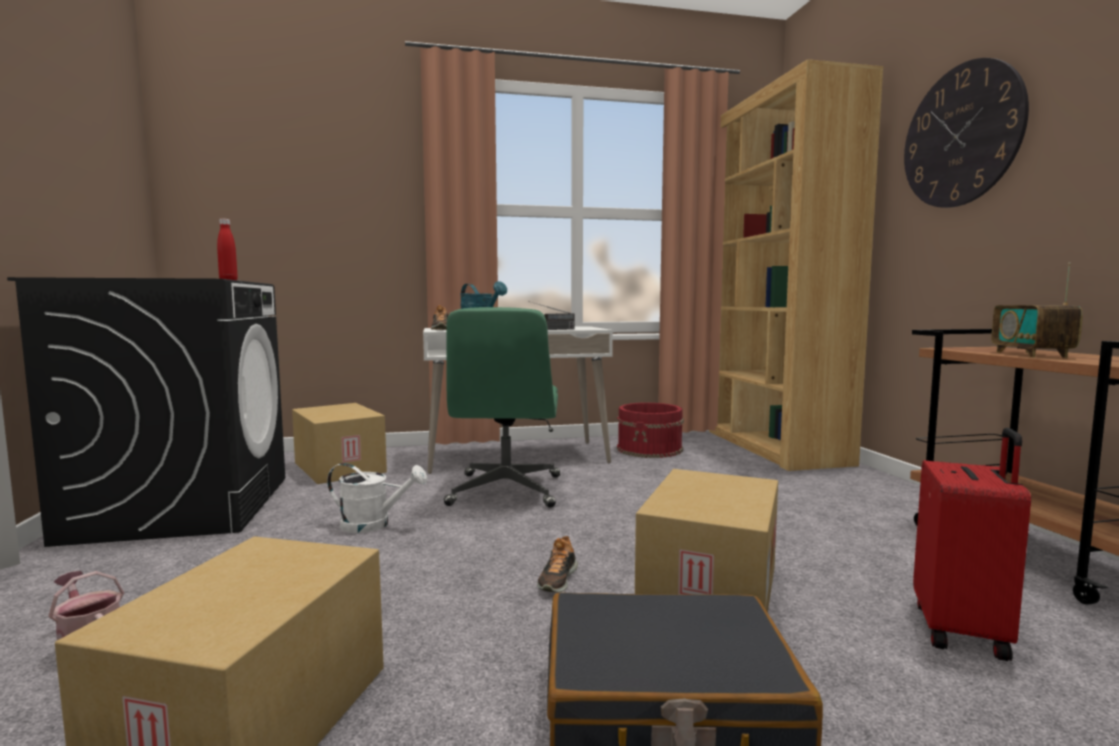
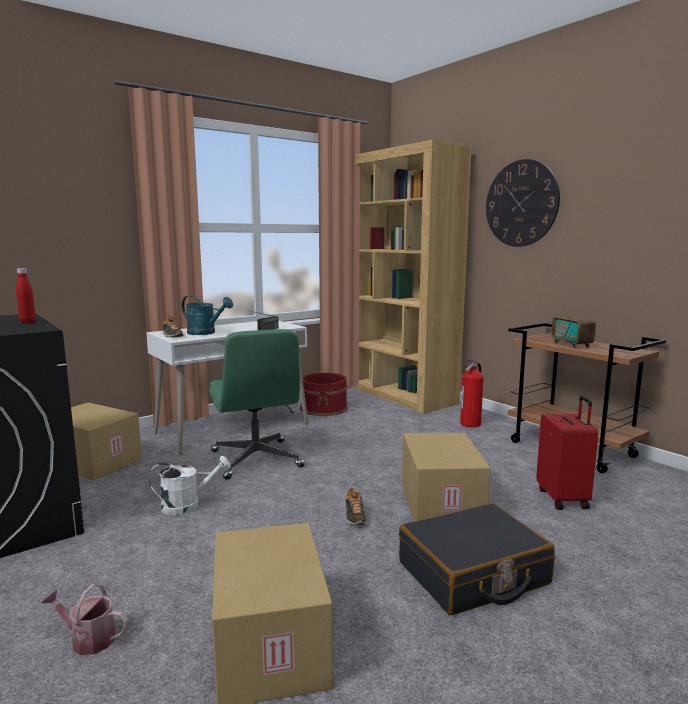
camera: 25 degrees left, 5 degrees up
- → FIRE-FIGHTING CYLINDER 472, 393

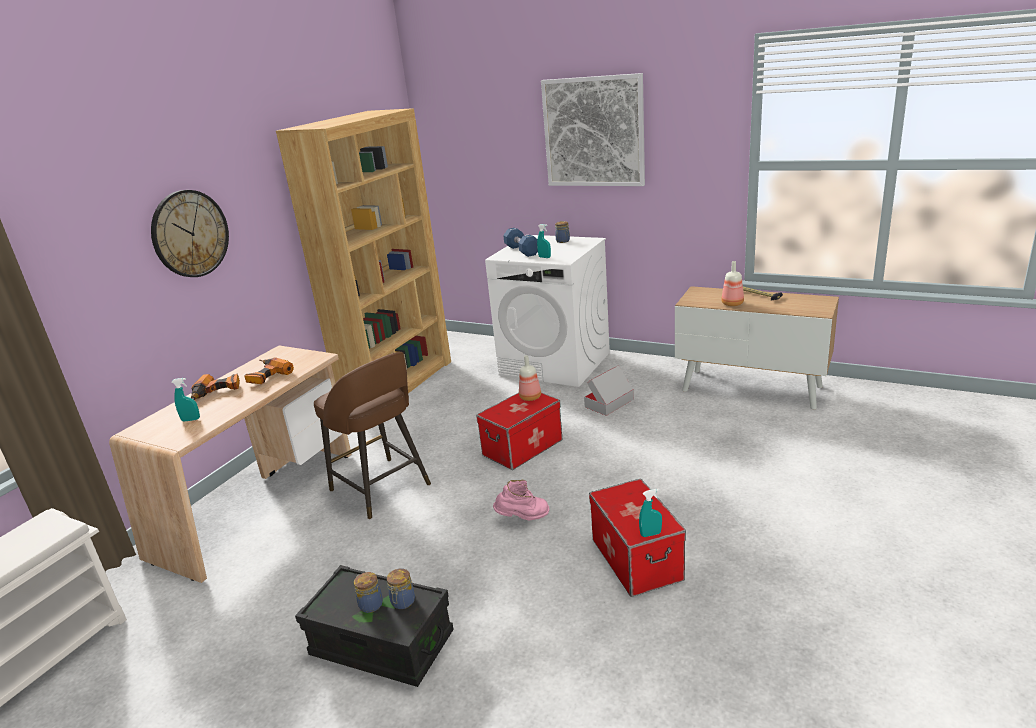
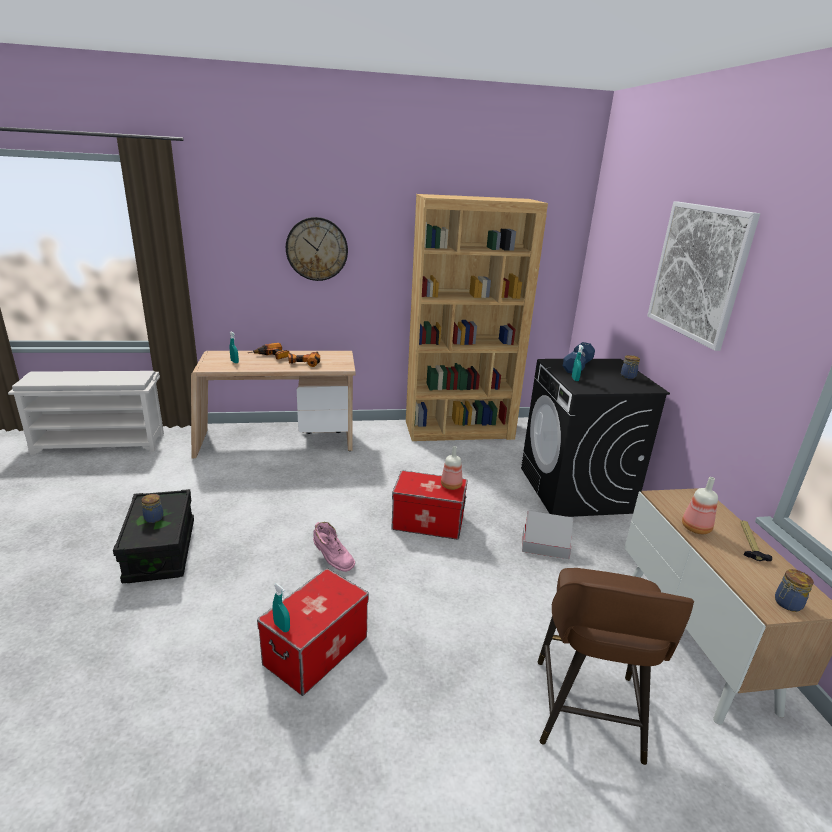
camera: 50 degrees right, 0 degrees up
WHITE-COLOURED LAUNDRY APPLIANCE 547, 311 → BLACK LAUNDRY APPLIANCE 595, 438
BROWN STOOL SEAT 372, 435 → BROWN STOOL SEAT 616, 666, shifted
JAR 401, 589 → JAR 794, 590, shifted

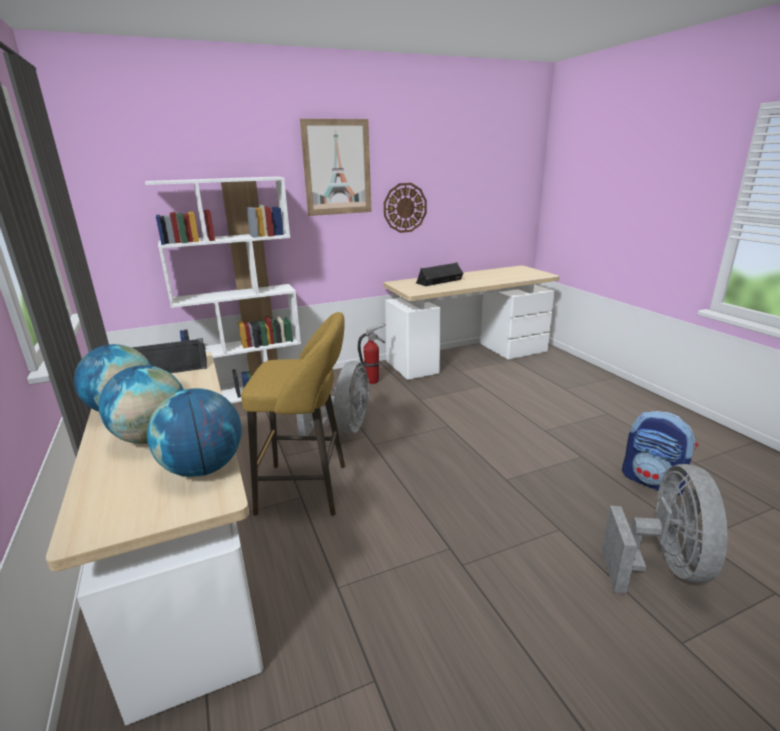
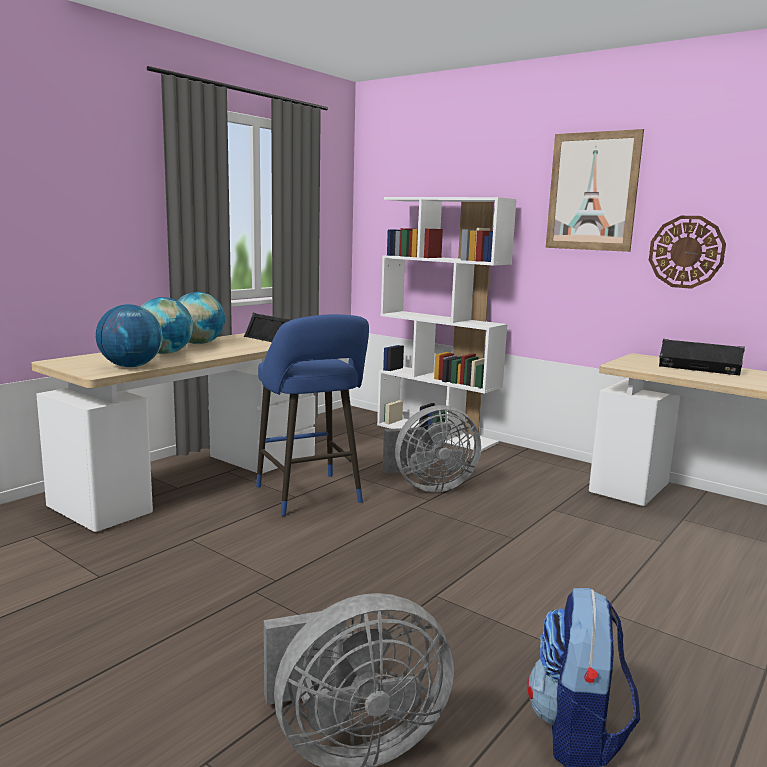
camera: 60 degrees right, 10 degrees down
YELLOW-COLOURED STOOL SEAT 293, 414 → BLUISH STOOL SEAT 312, 415
FIRE-FIGHTING CYLINDER 372, 353 → -

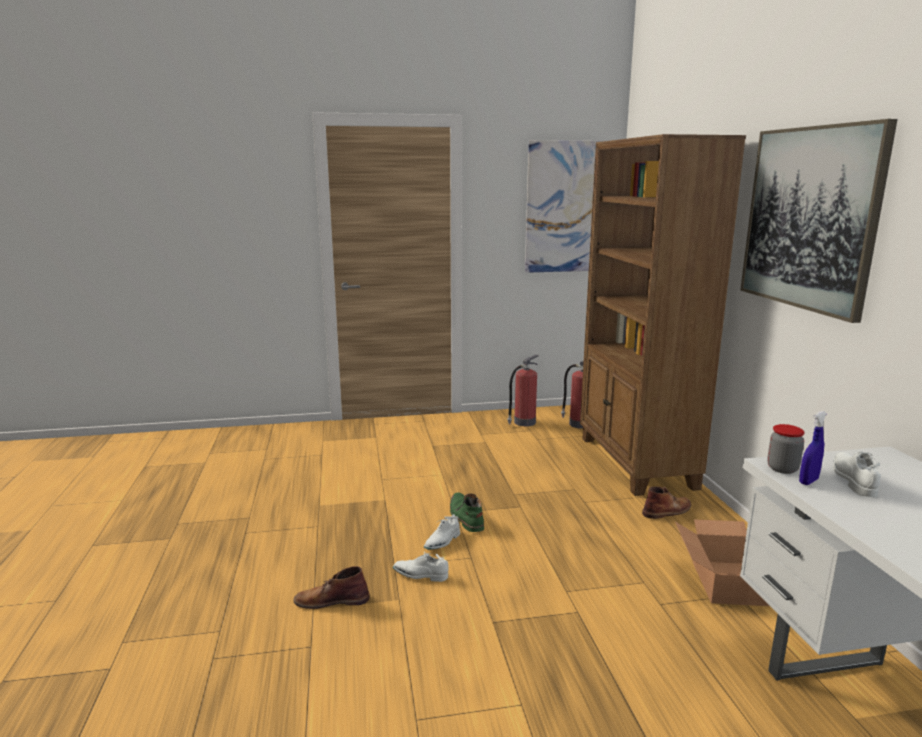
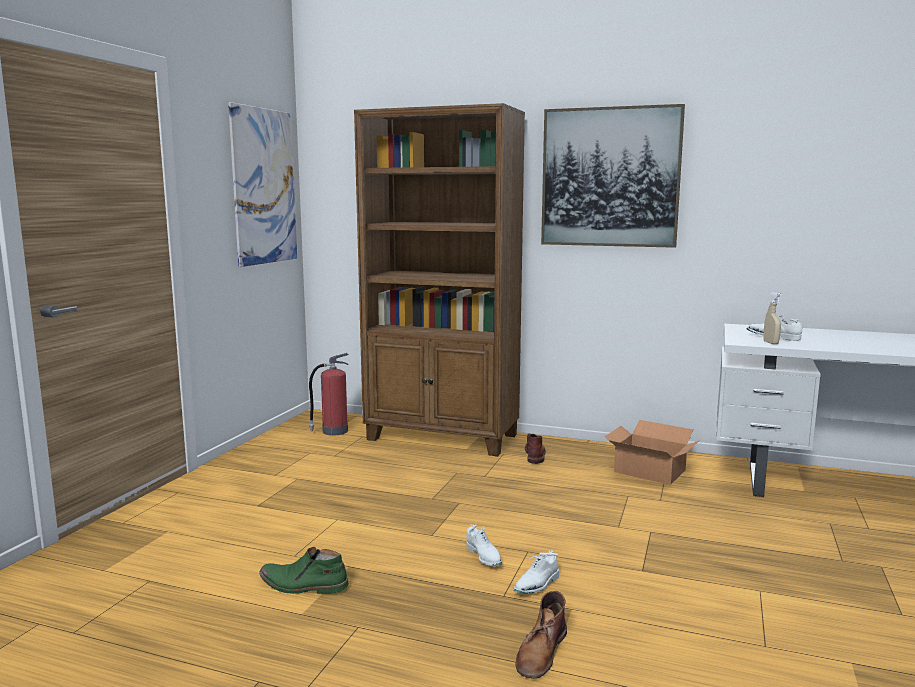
camera: 60 degrees left, 5 degrees down
GREENISH BOOT 467, 512 → GREENISH BOOT 304, 570, shifted
BLUISH HAND SPRAYER 812, 448 → BEIGE HAND SPRAYER 772, 318
FIRE-FIGHTING CYLINDER 522, 390 → -
JAR 786, 449 → -

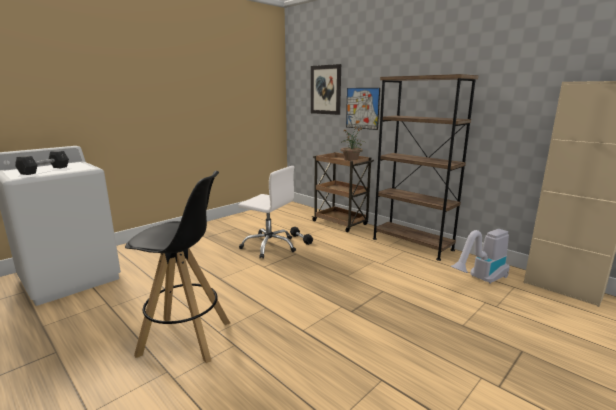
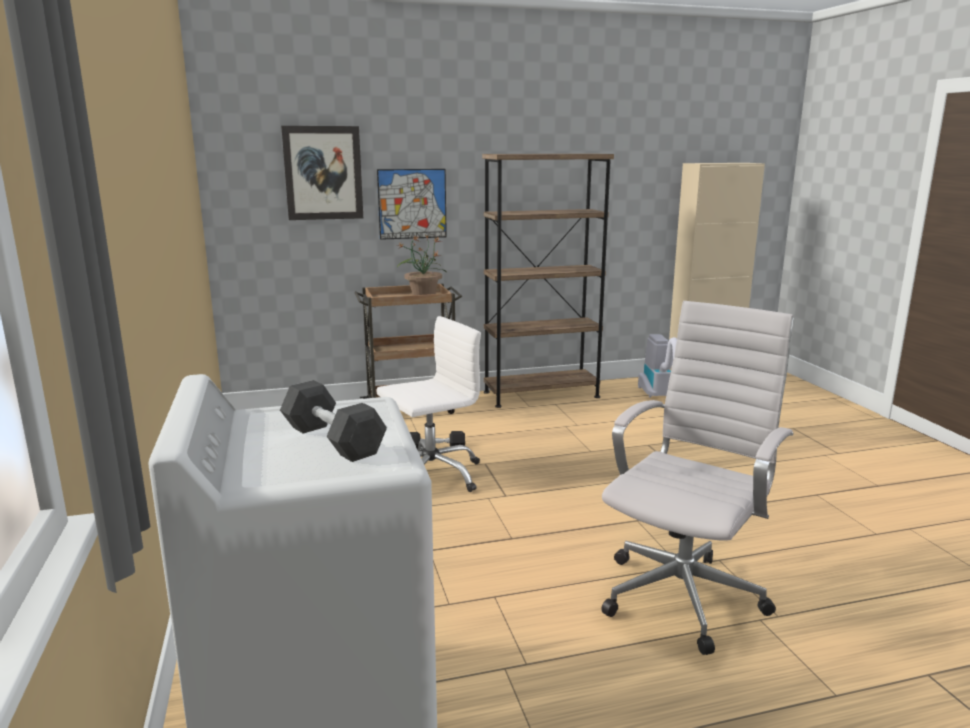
camera: 60 degrees left, 0 degrees up
BLACK STOOL SEAT 177, 267 → WHITE-COLOURED COMPUTER CHAIR 697, 478

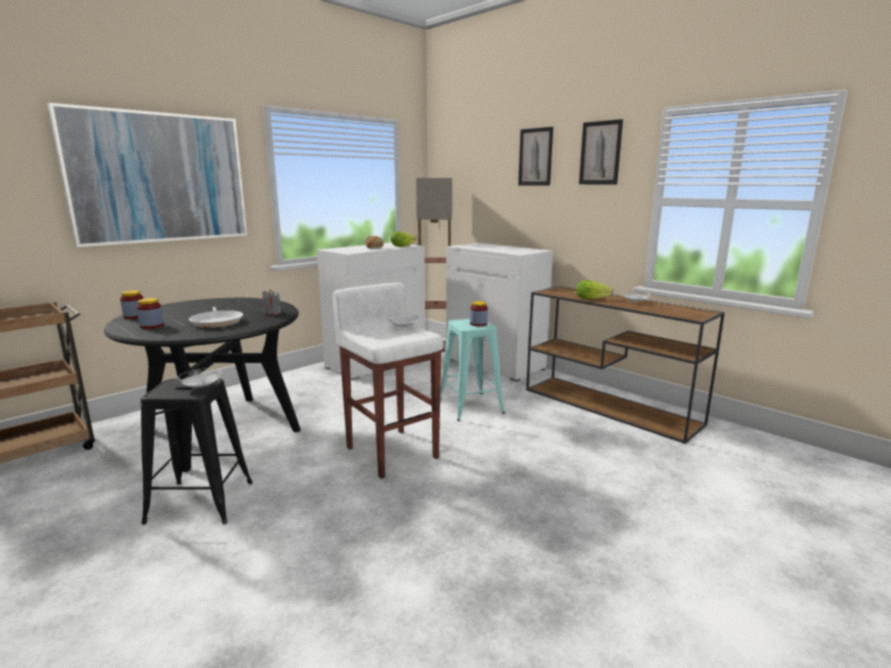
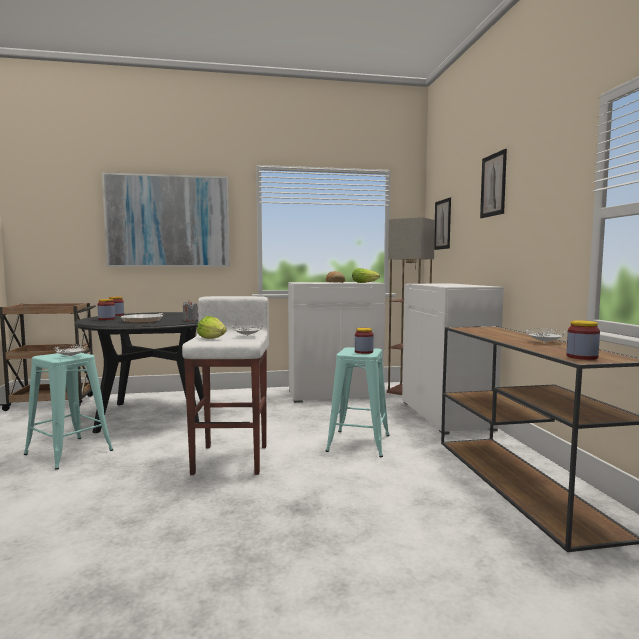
camera: 35 degrees right, 10 degrees down
BLACK STOOL SEAT 197, 452 → TURQUOISE STOOL SEAT 68, 411
HEAD OF LETTUCE 594, 289 → HEAD OF LETTUCE 212, 327, shifted
WALL ART 601, 151 → WALL ART 442, 223, shifted
- → JAR 583, 340

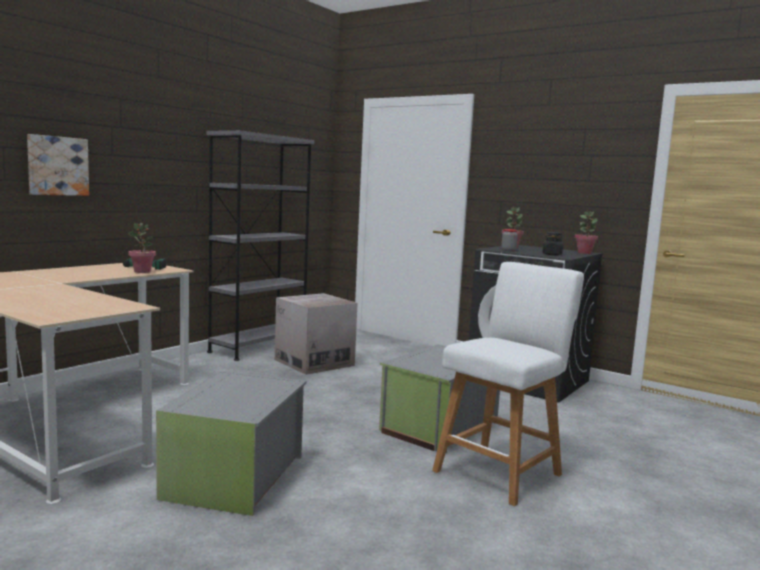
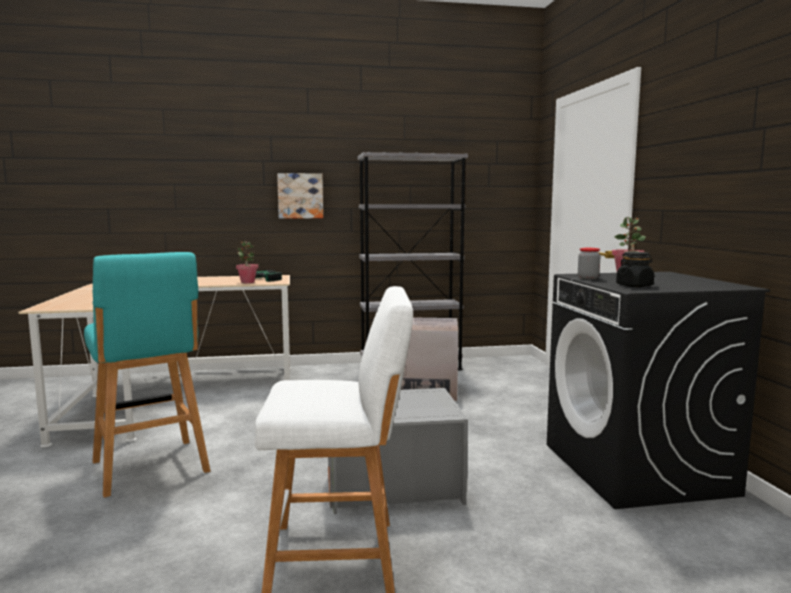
camera: 45 degrees right, 0 degrees up
GRAY STORAGE CONTAINER 231, 443 → TURQUOISE STOOL SEAT 147, 375
WALL ART 58, 165 → WALL ART 300, 195, shifted
POTTED PLANT 586, 233 → -

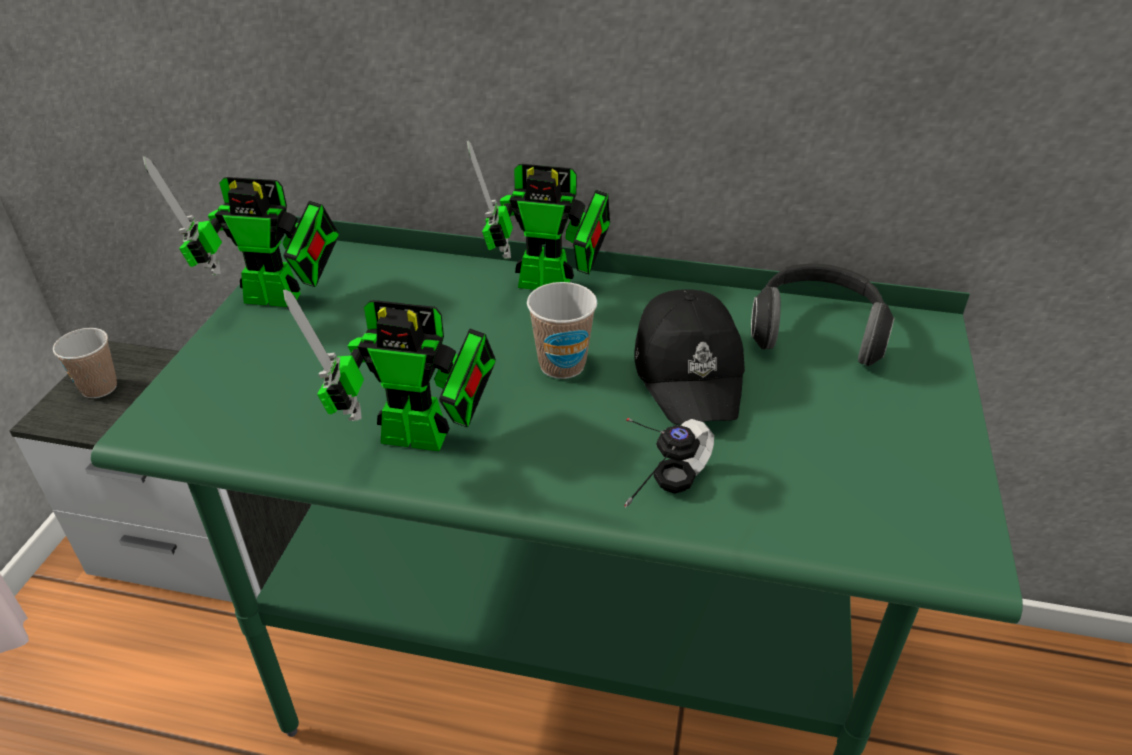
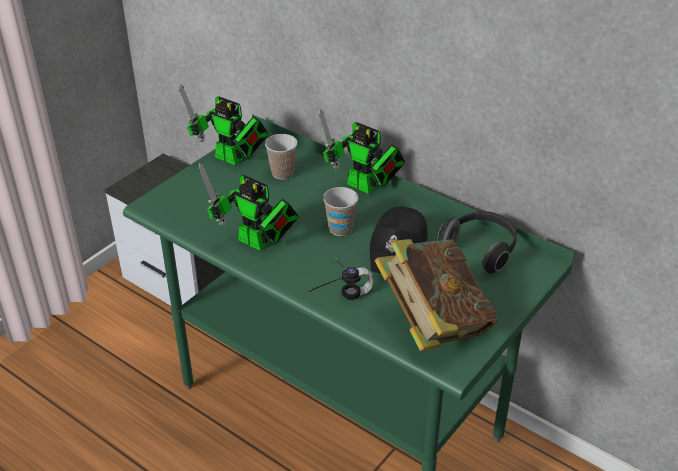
camera: 25 degrees right, 0 degrees up
SMALL CUP 85, 363 → SMALL CUP 281, 157, shifted
- → VOLUME 436, 295

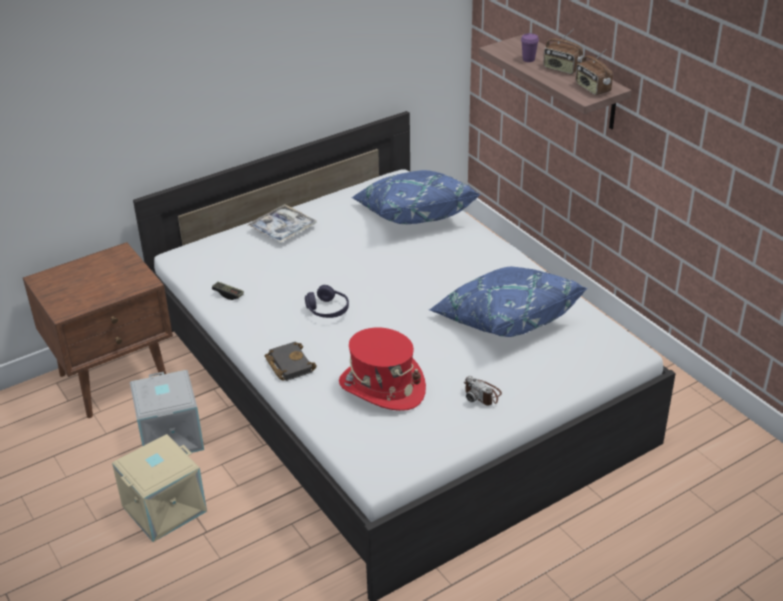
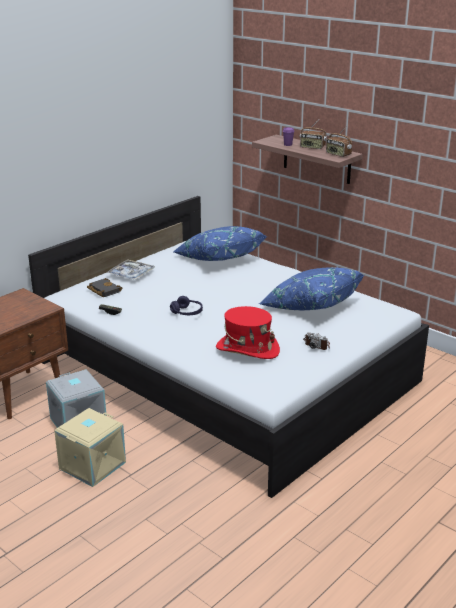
camera: 15 degrees left, 10 degrees down
BLACK VOLUME 291, 361 → BLACK VOLUME 104, 287, shifted

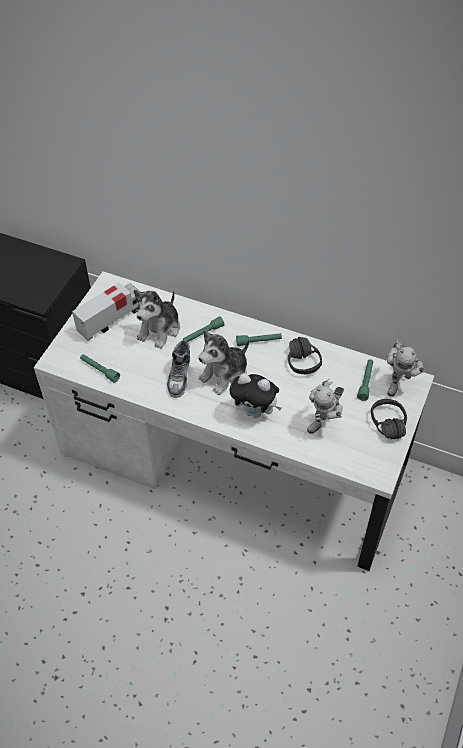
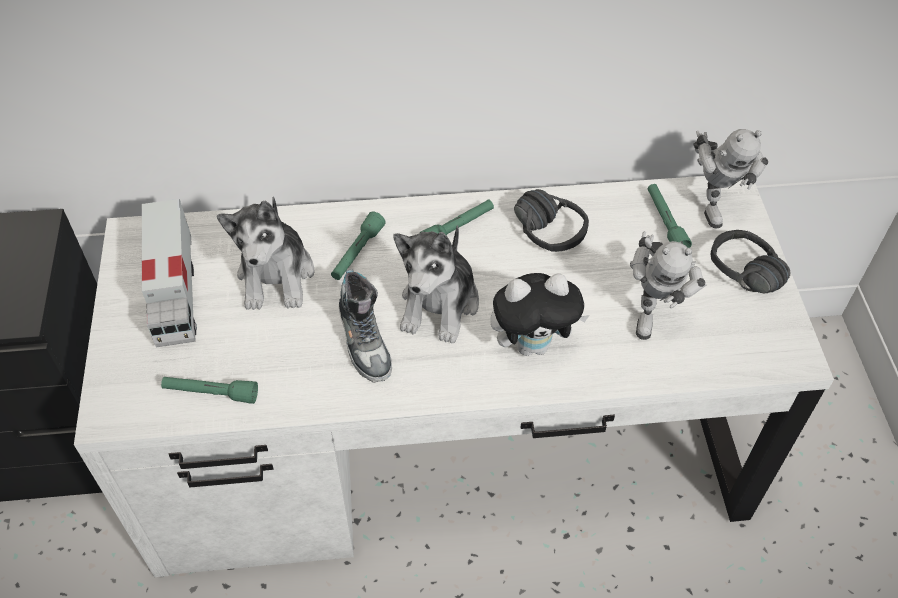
camera: 30 degrees left, 0 degrees up
TOY TRUCK 105, 312 → TOY TRUCK 169, 273, 150 degrees clockwise

